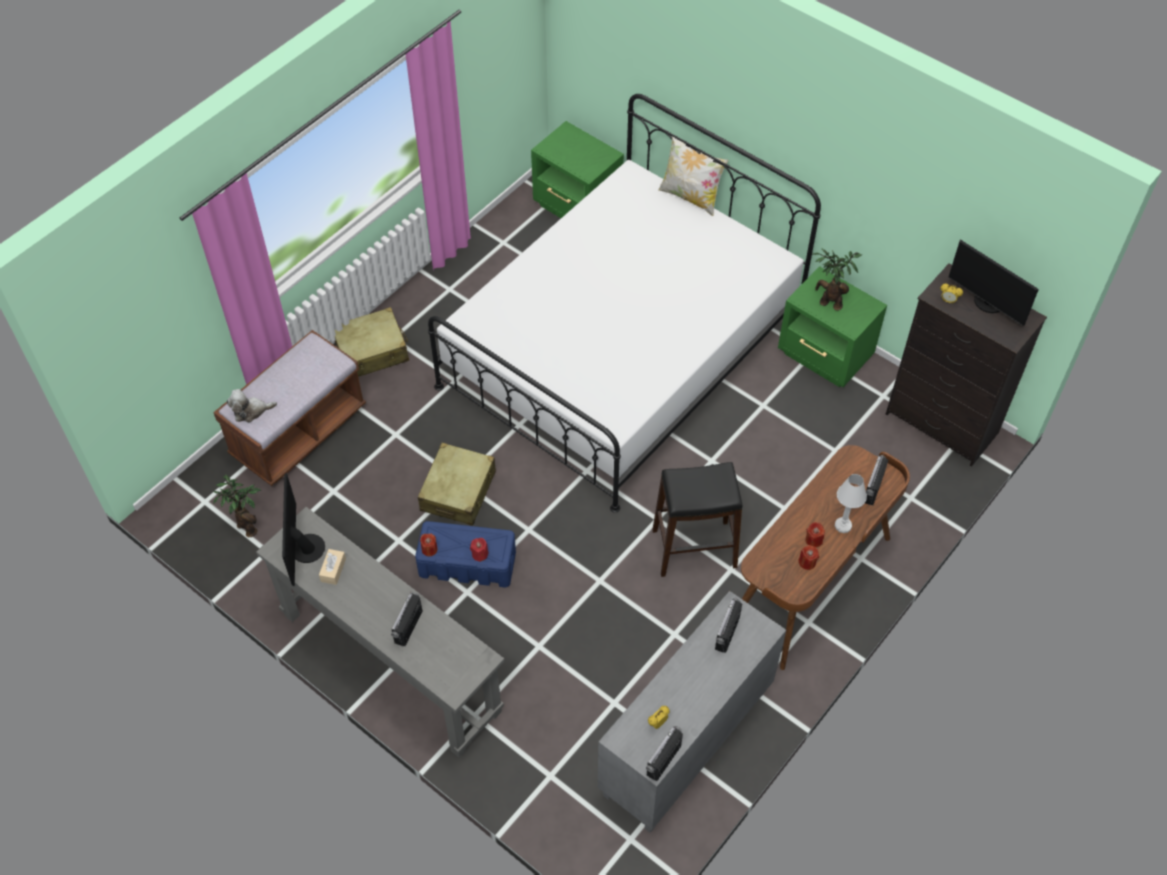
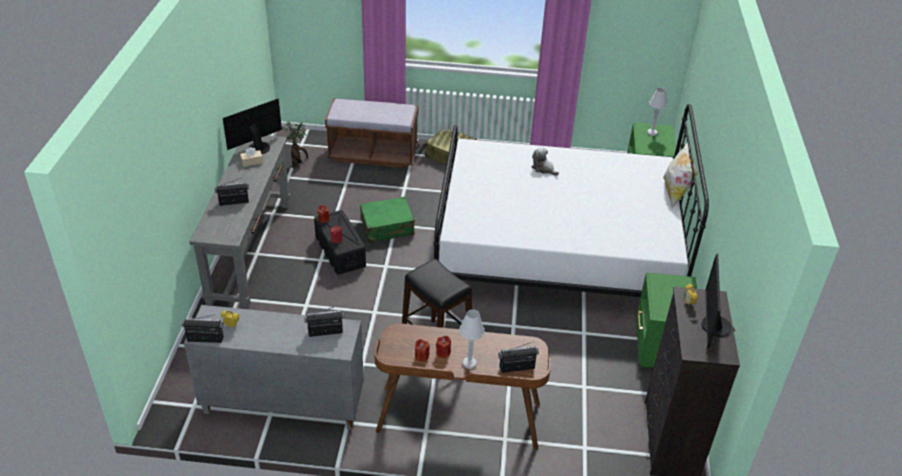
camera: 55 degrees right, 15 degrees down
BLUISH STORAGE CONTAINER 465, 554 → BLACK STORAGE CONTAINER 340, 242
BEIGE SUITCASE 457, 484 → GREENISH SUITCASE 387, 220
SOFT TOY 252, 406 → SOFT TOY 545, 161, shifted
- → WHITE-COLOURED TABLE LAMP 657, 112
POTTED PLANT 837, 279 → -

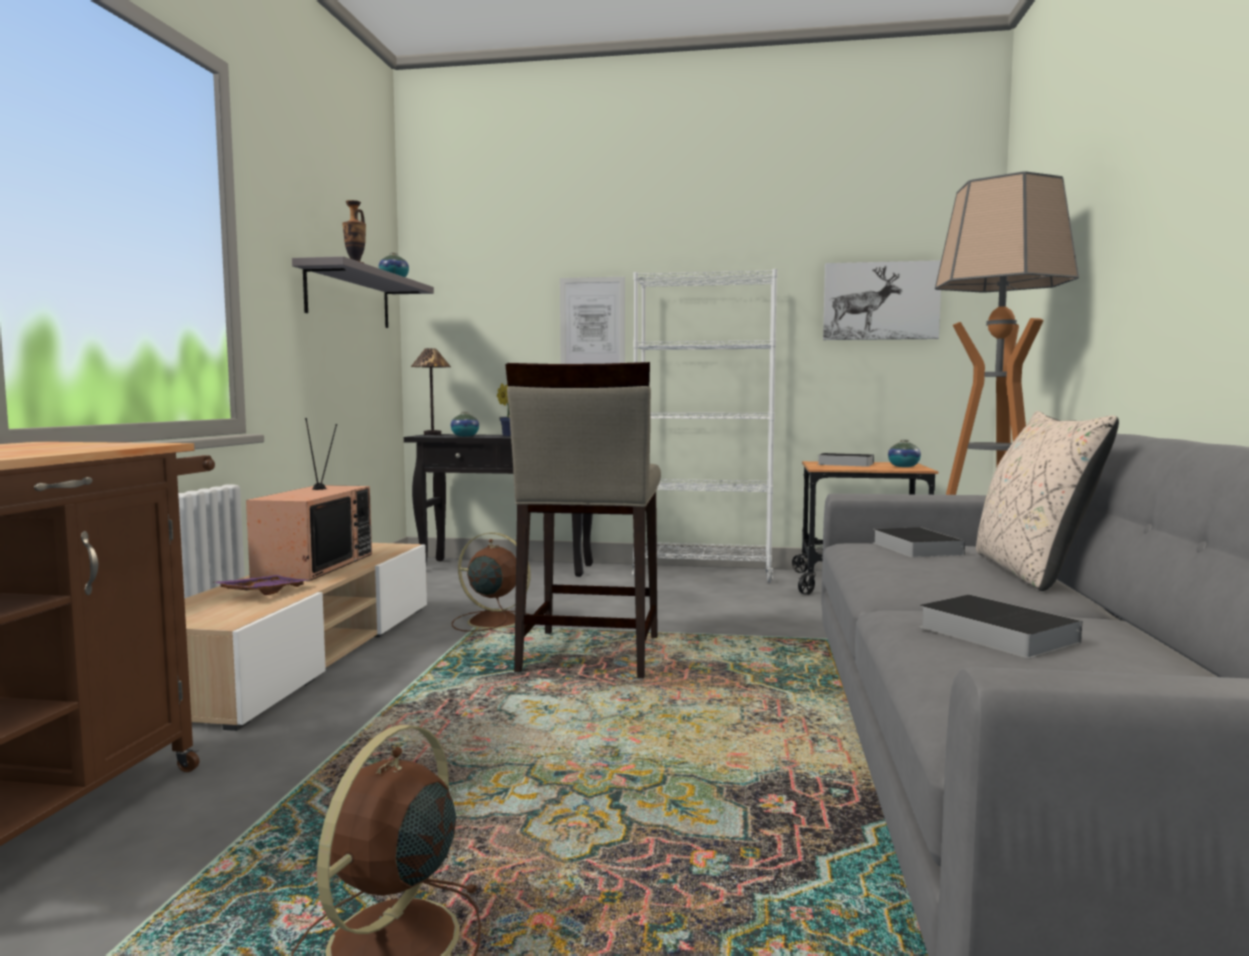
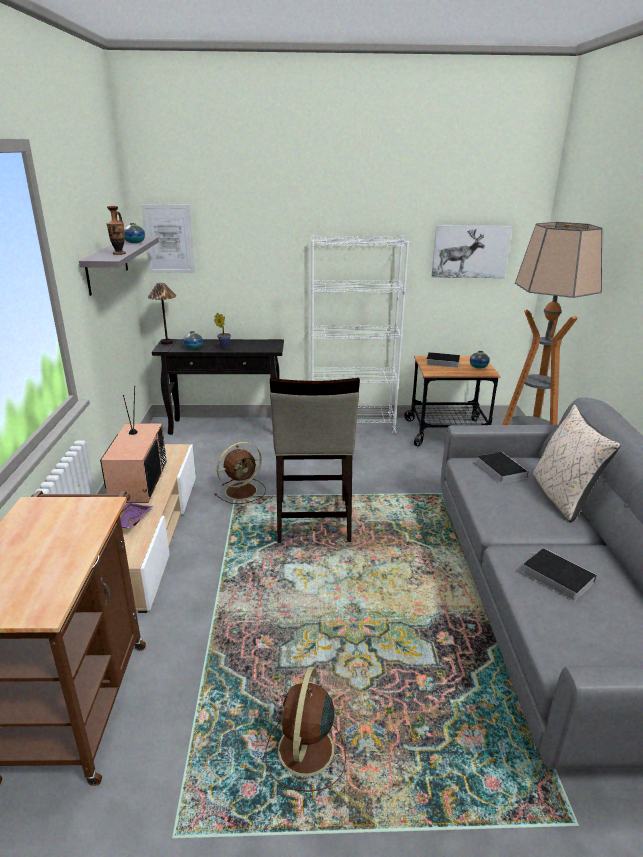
camera: 10 degrees left, 20 degrees up
WALL ART 592, 320 → WALL ART 168, 238, shifted
BROWN ELECTRIC FAN 491, 582 → BROWN ELECTRIC FAN 240, 473, 135 degrees clockwise

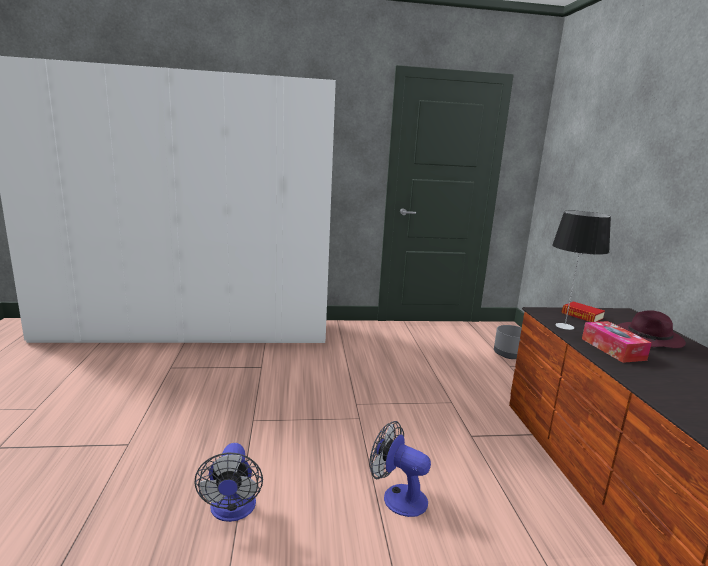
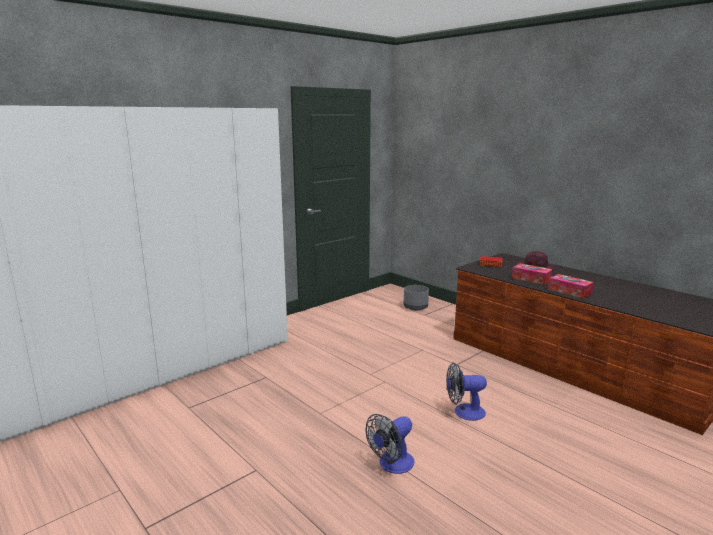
camera: 35 degrees left, 0 degrees up
ELECTRIC FAN 229, 482 → ELECTRIC FAN 389, 444, 90 degrees clockwise
- → TISSUE BOX 571, 286
TABLE LAMP 581, 270 → -

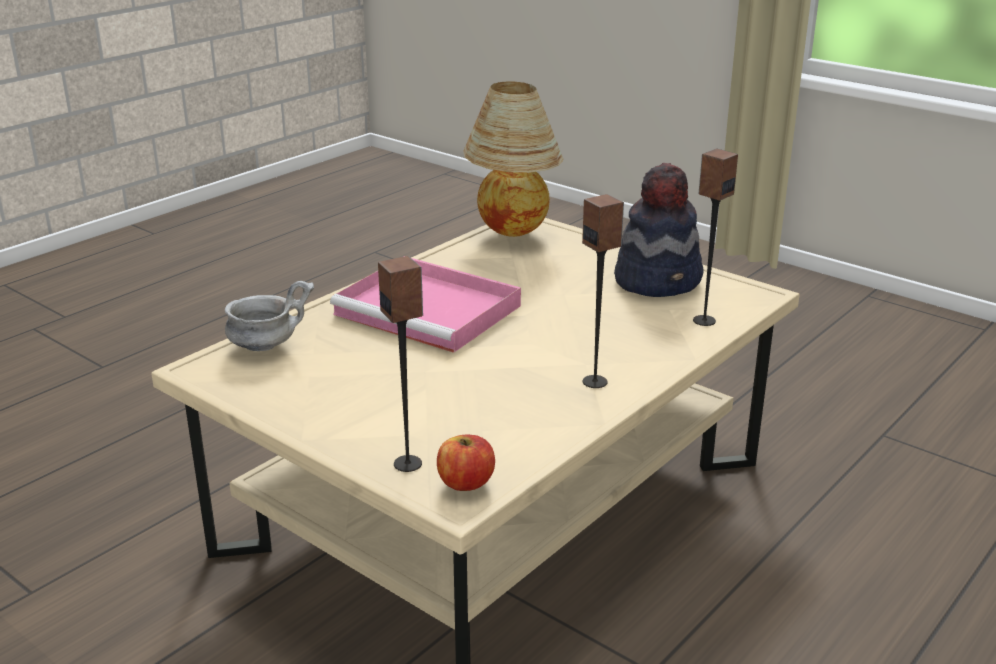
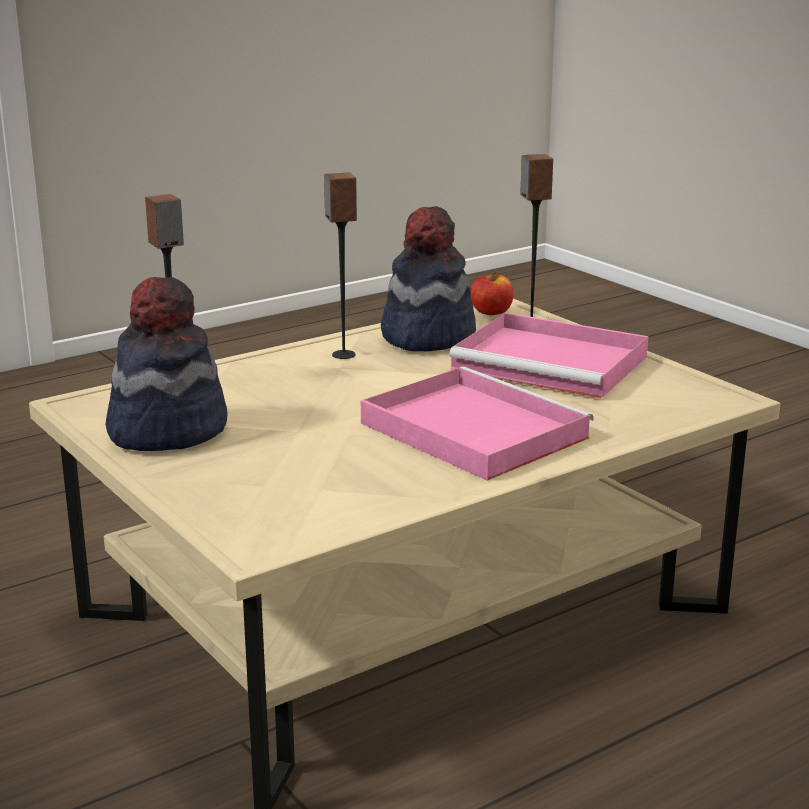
camera: 165 degrees left, 5 degrees down
- → CLOTHING HAT 428, 278
- → PINK-COLOURED CARRYING TRAY 548, 355
GRAY DEEP DISH 269, 316 → -
TABLE LAMP 513, 159 → -

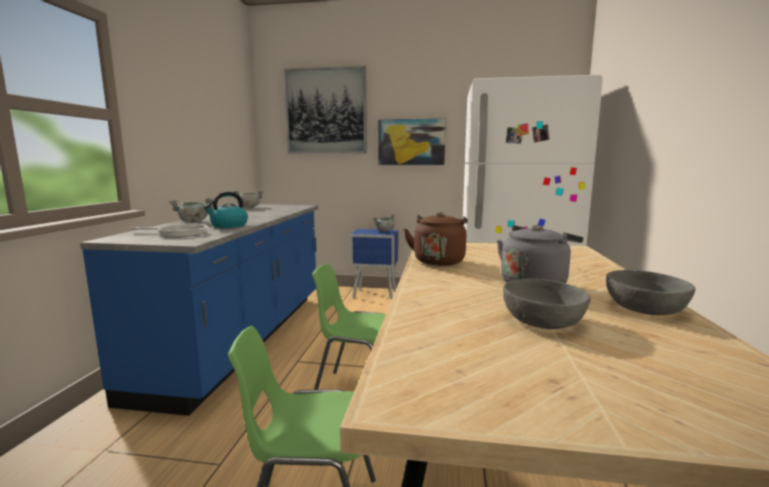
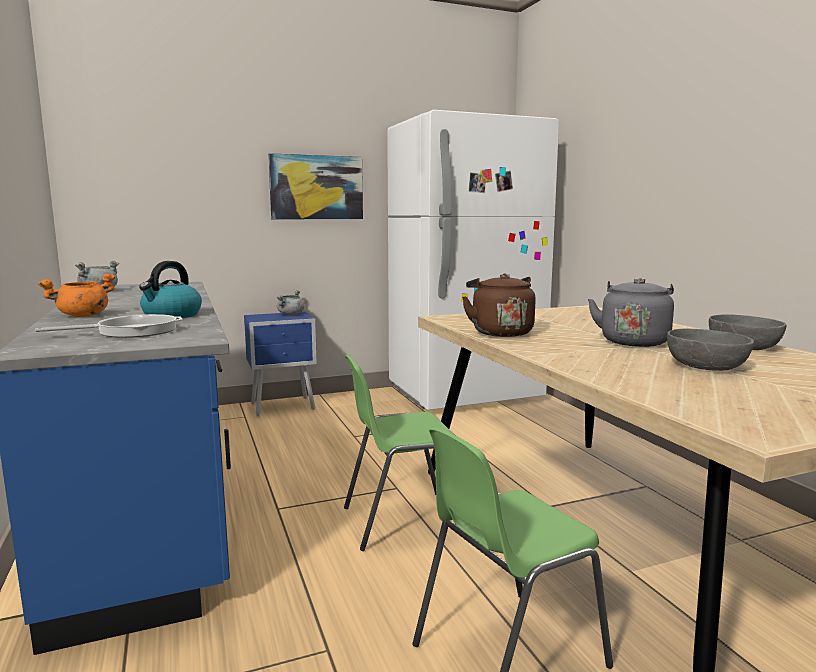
camera: 30 degrees left, 0 degrees up
GRAY SAUCEPOT 191, 210 → ORANGEY SAUCEPOT 76, 295
WALL ART 325, 109 → -

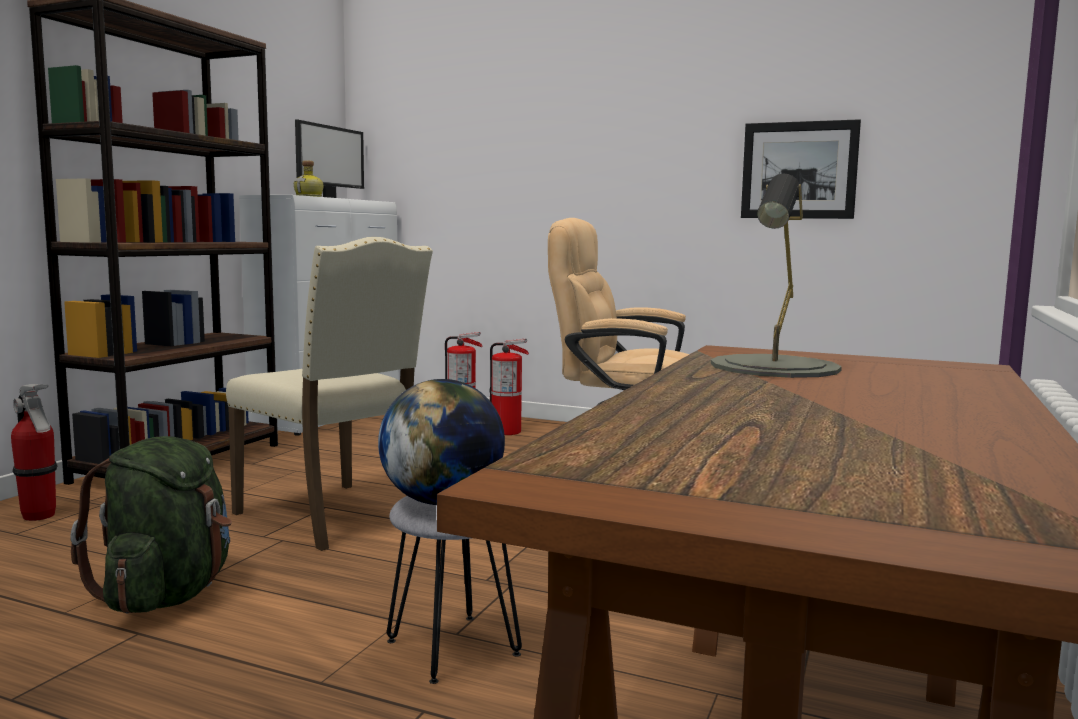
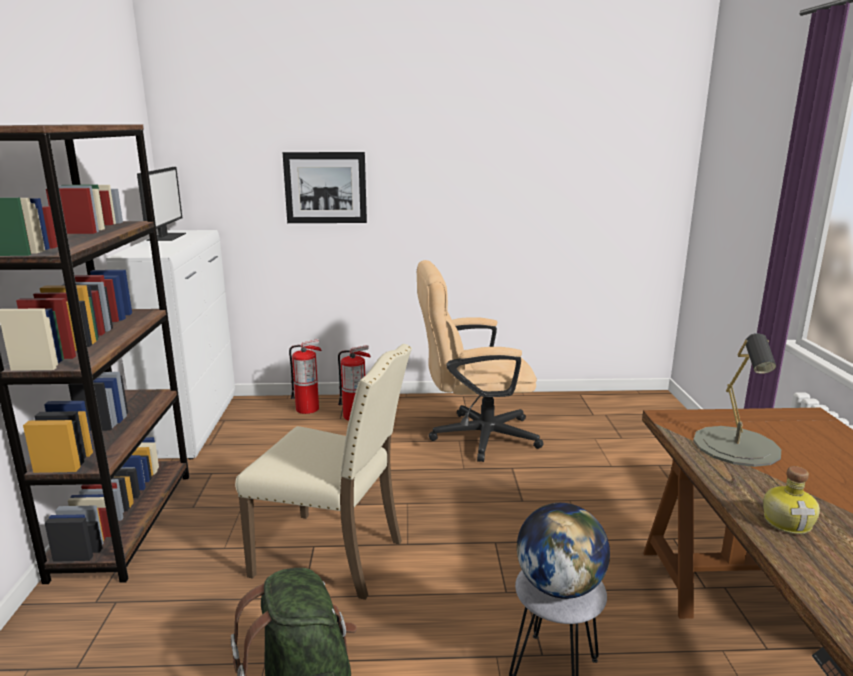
camera: 25 degrees left, 10 degrees up
WALL ART 801, 169 → WALL ART 325, 187, shifted
BOTTLE 308, 179 → BOTTLE 791, 500, shifted
FIRE-FIGHTING CYLINDER 34, 452 → -

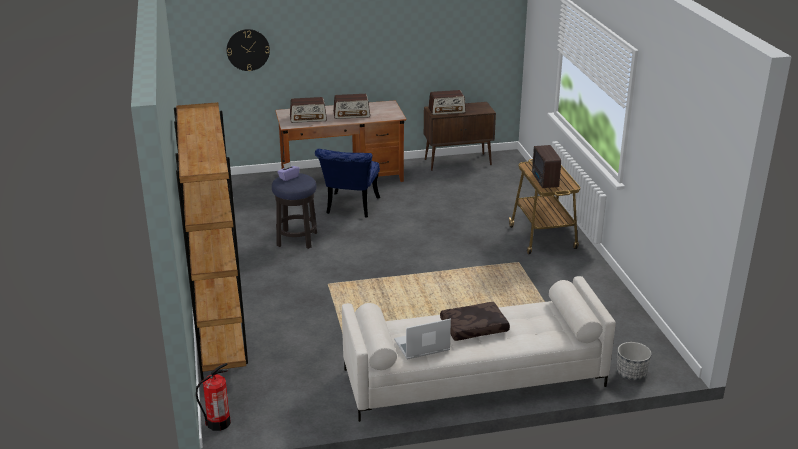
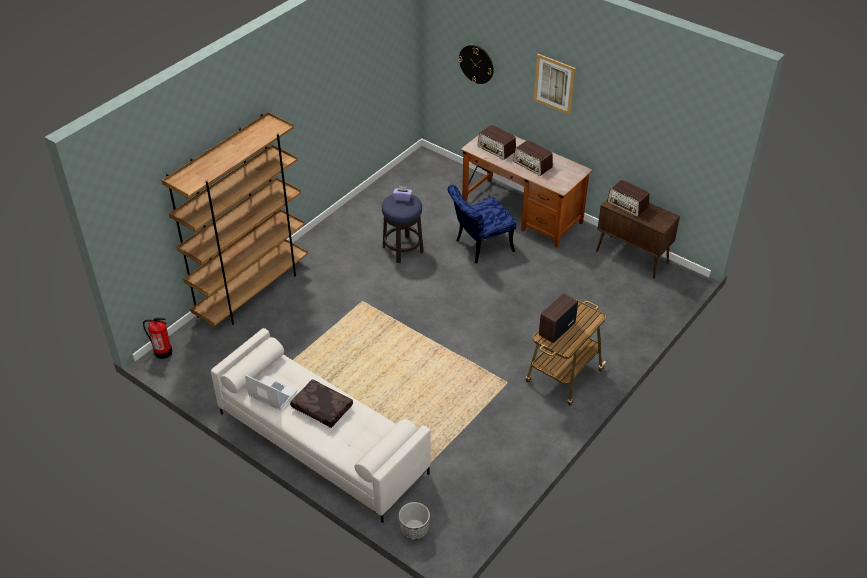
camera: 50 degrees right, 15 degrees up
- → WALL ART 555, 84

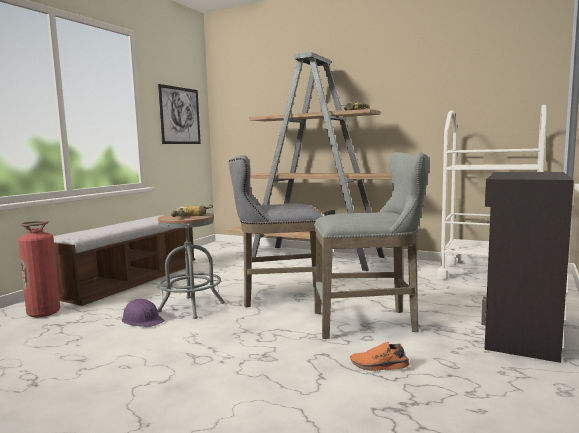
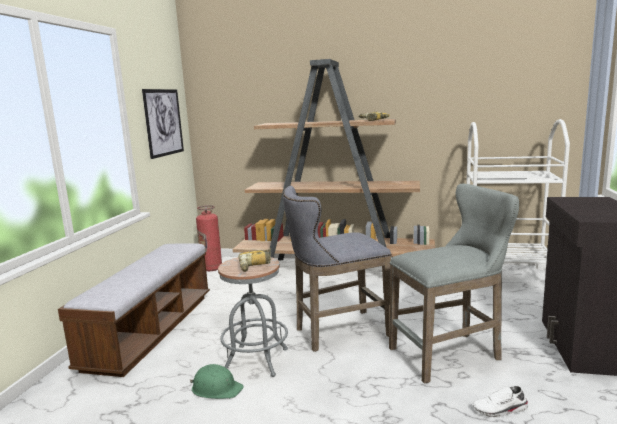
camera: 15 degrees left, 5 degrees up
PURPLISH HARD HAT 143, 313 → GREENISH HARD HAT 217, 381
FIRE-FIGHTING CYLINDER 39, 269 → FIRE-FIGHTING CYLINDER 209, 238, shifted
ORANGEY ITEM OF FOOTWEAR 380, 356 → WHITE-COLOURED ITEM OF FOOTWEAR 501, 402

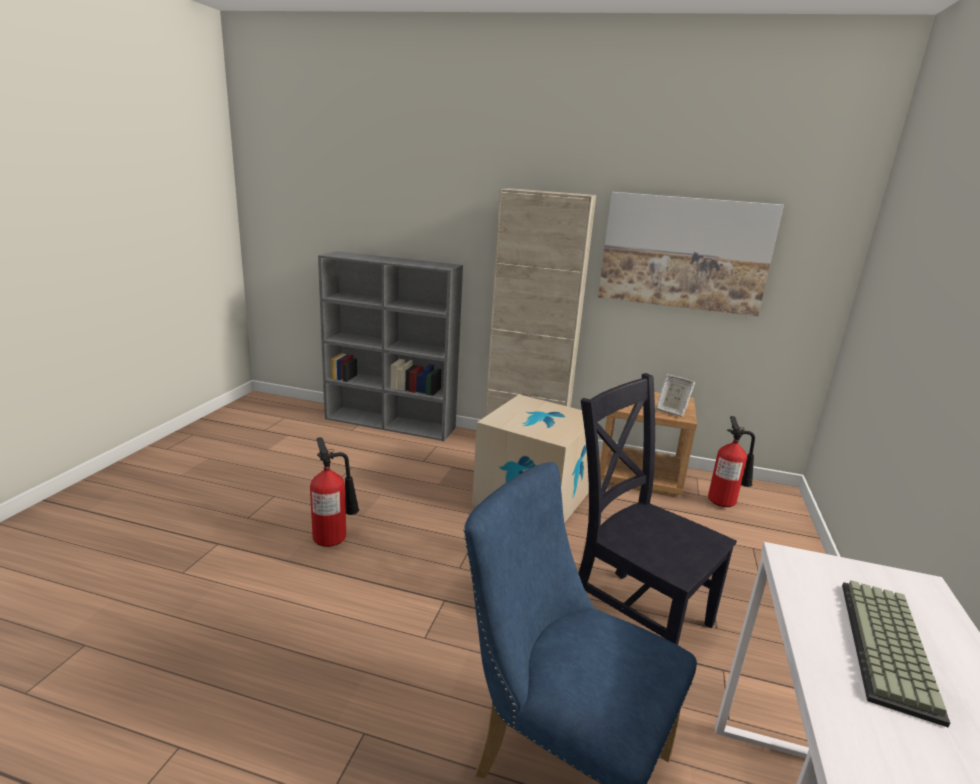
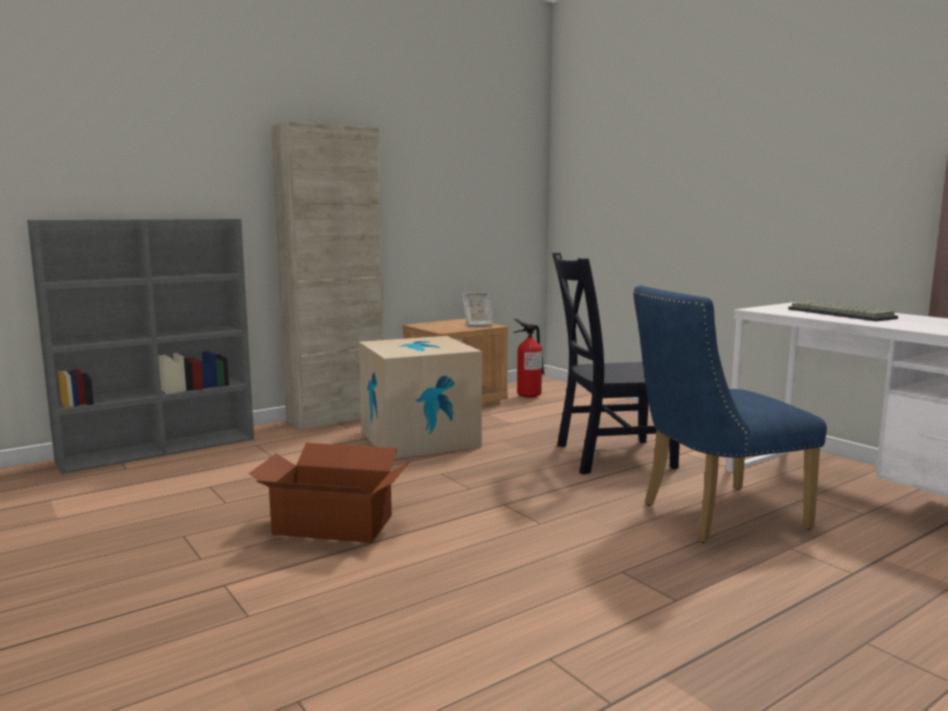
camera: 50 degrees left, 10 degrees down
FIRE-FIGHTING CYLINDER 334, 492 → PACKING BOX 329, 493
WALL ART 691, 254 → -

